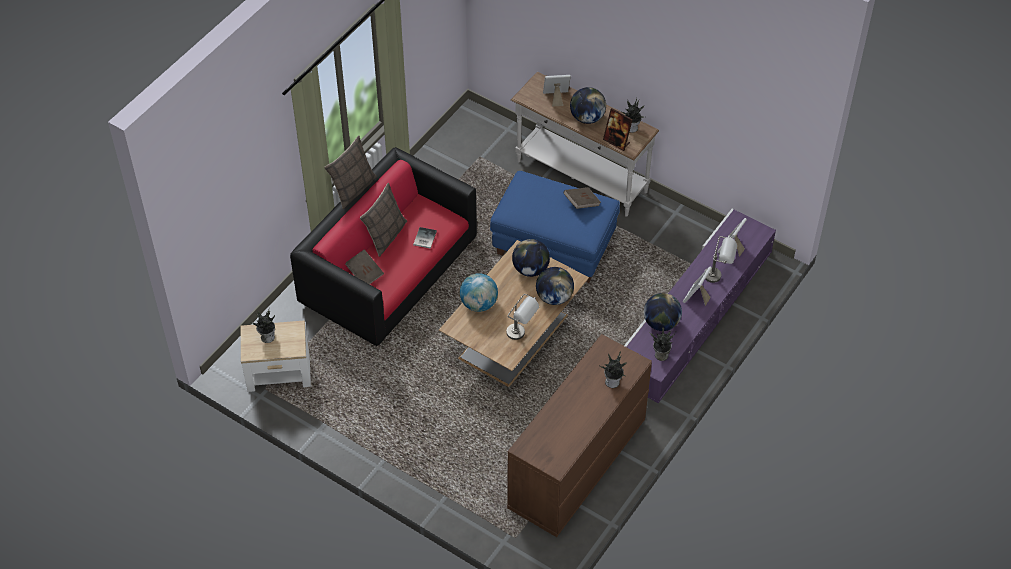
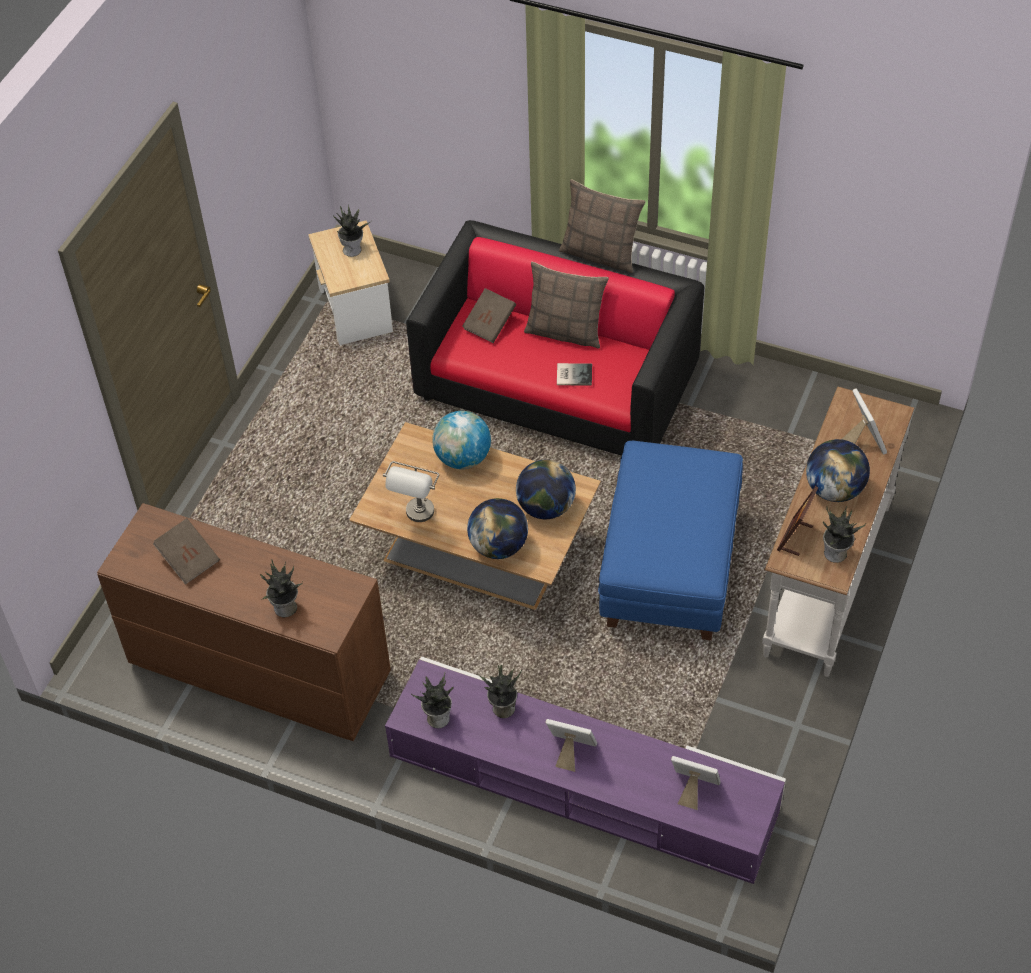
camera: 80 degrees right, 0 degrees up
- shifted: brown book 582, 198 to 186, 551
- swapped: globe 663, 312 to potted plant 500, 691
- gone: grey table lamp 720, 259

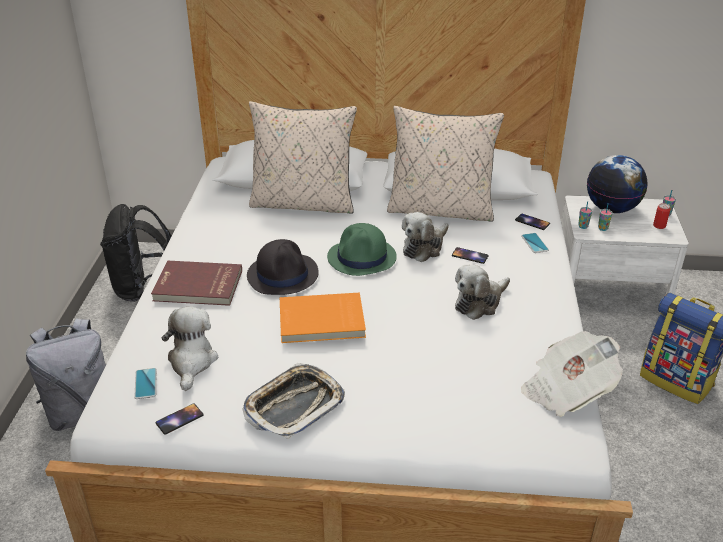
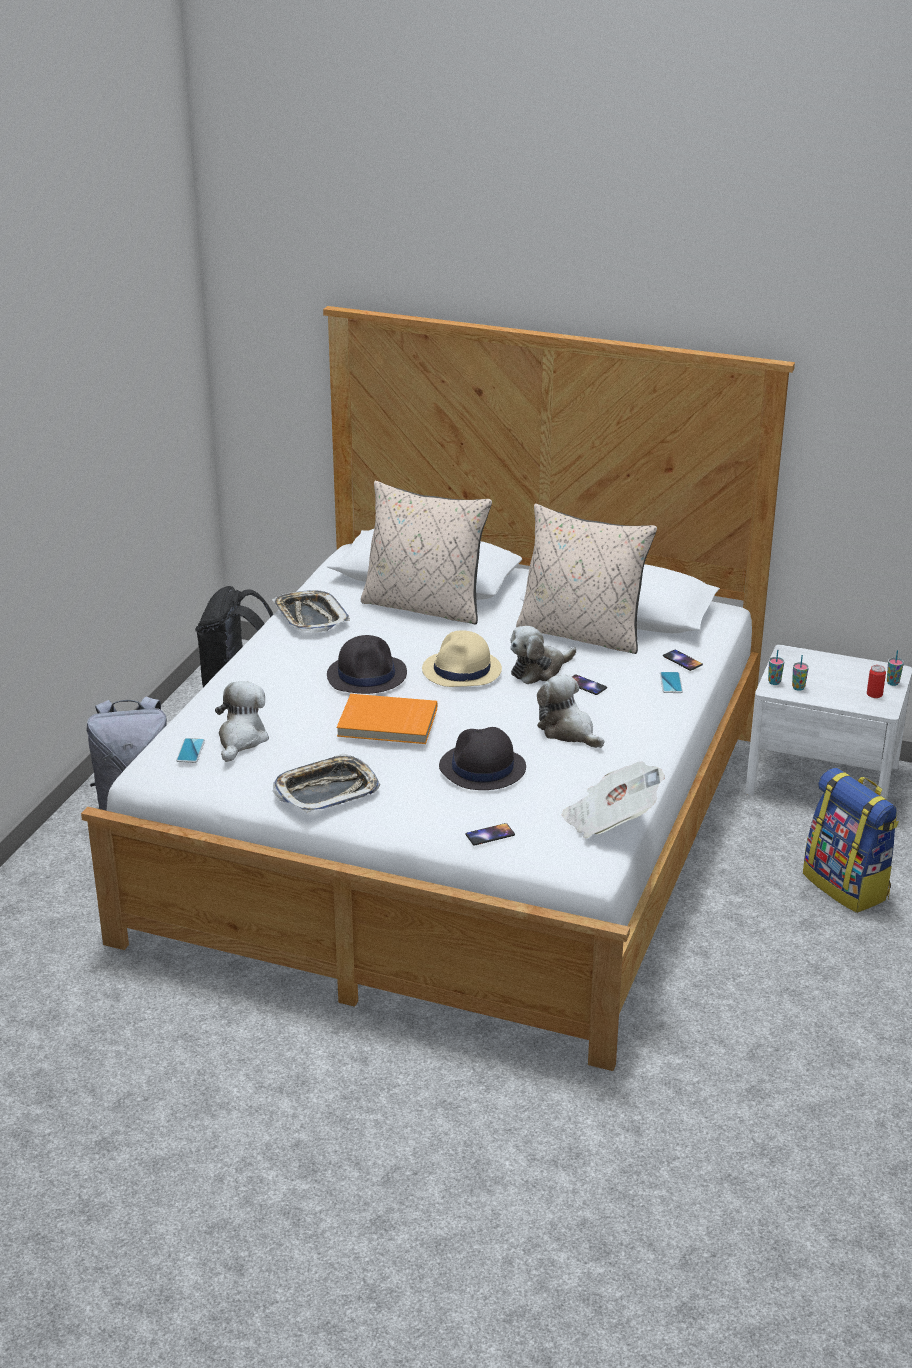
camera: 15 degrees right, 5 degrees down
- gone: red book 196, 283
- shifted: phone 179, 419 to 490, 834
- repainted: green hat 362, 249 to beige hat 462, 658
- rotated: plush toy 482, 292 = 570, 711 75 degrees clockwise
- gone: globe 617, 184
- new: tray 311, 611
- new: black hat 482, 758

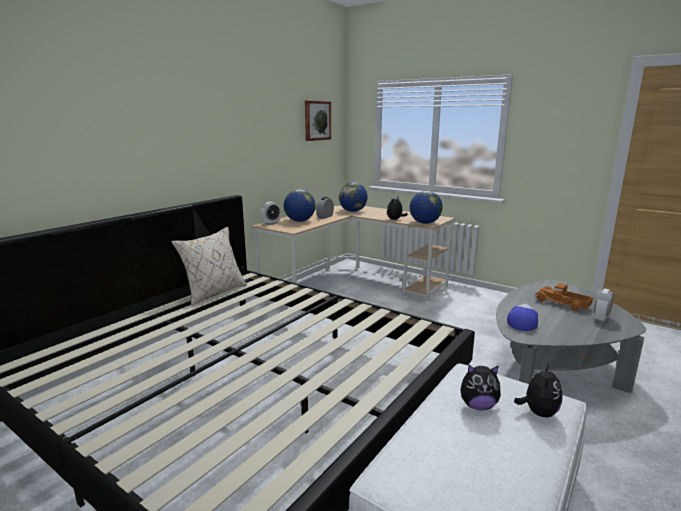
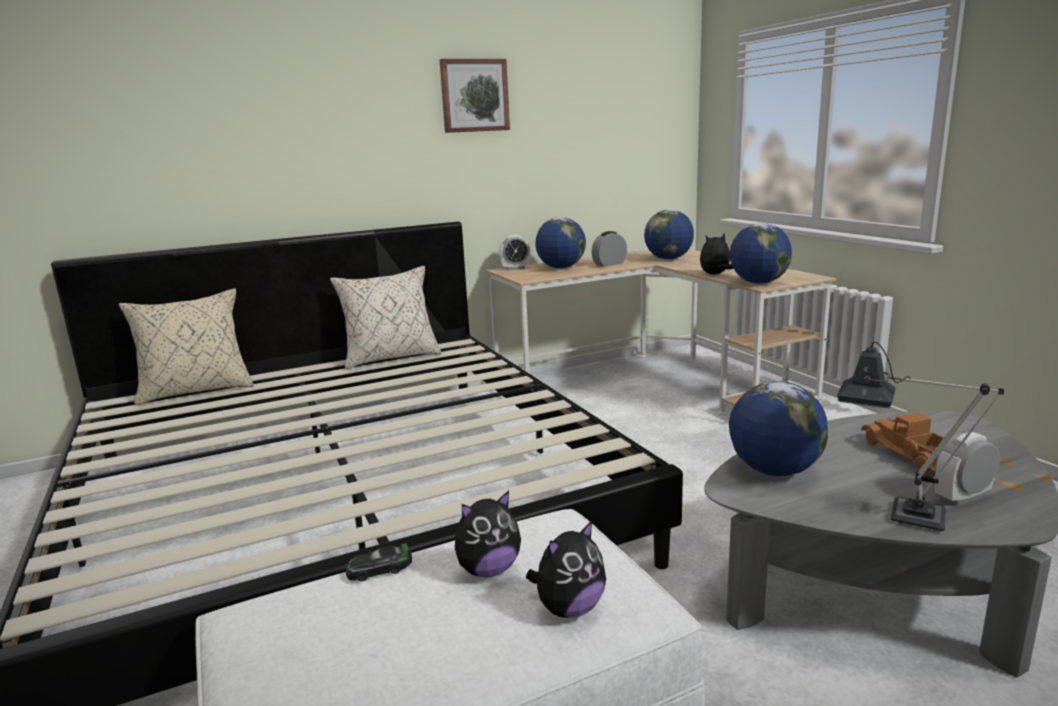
camera: 30 degrees right, 0 degrees up
- shifted: picture 318, 121 to 475, 96
- rotated: plush toy 481, 387 = 488, 534 60 degrees counterclockwise
- swapped: cap 522, 317 to globe 778, 428
- new: beige pillow 186, 346
- new: toy car 379, 562
- new: table lamp 920, 436

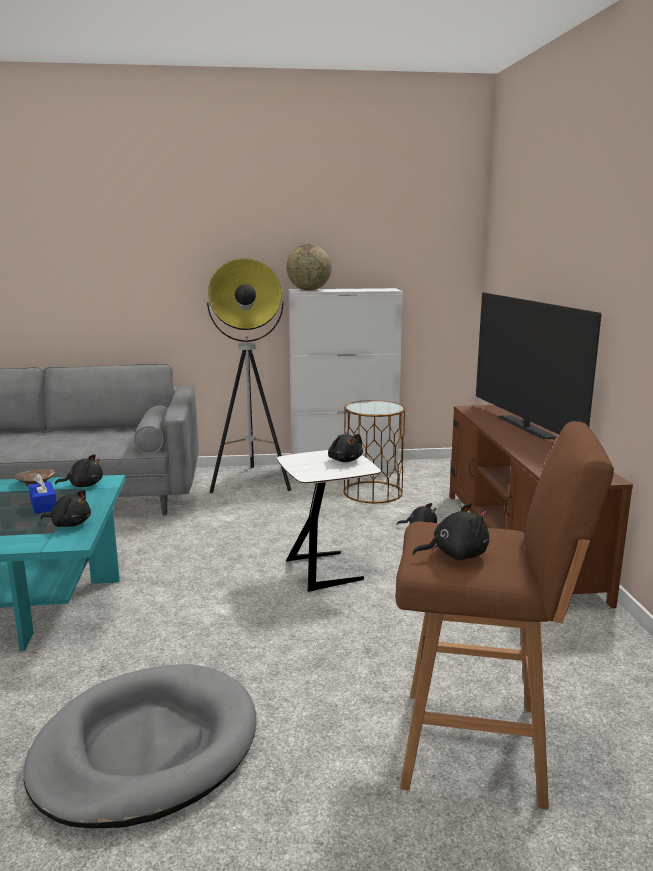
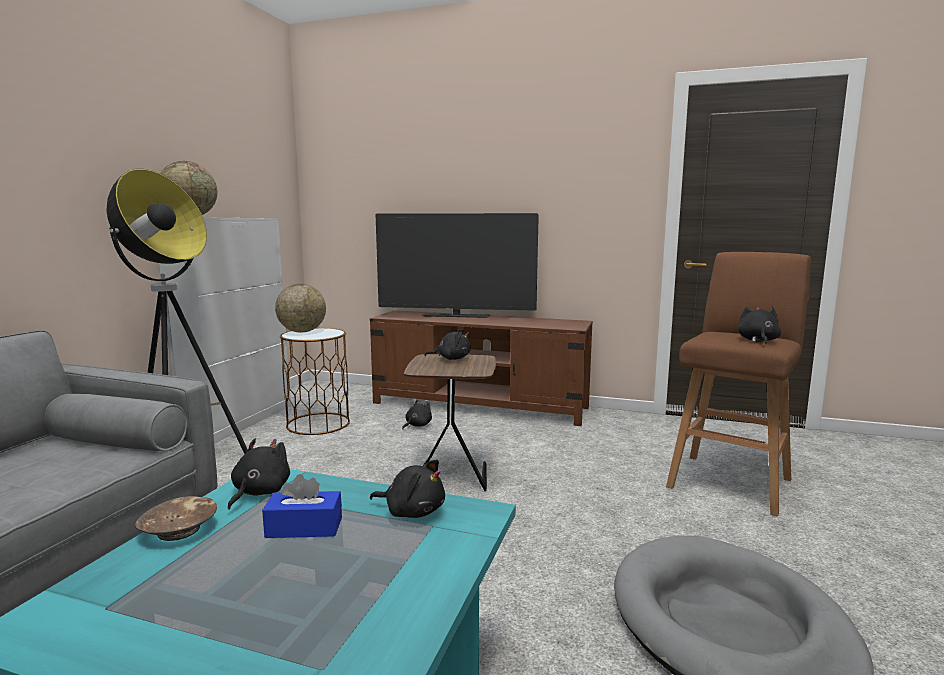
camera: 65 degrees left, 5 degrees down
- rotated: black plush toy 65, 508 = 407, 488 75 degrees clockwise
- repainted: white side table 329, 521 to brown side table 450, 422
- new: globe 300, 308

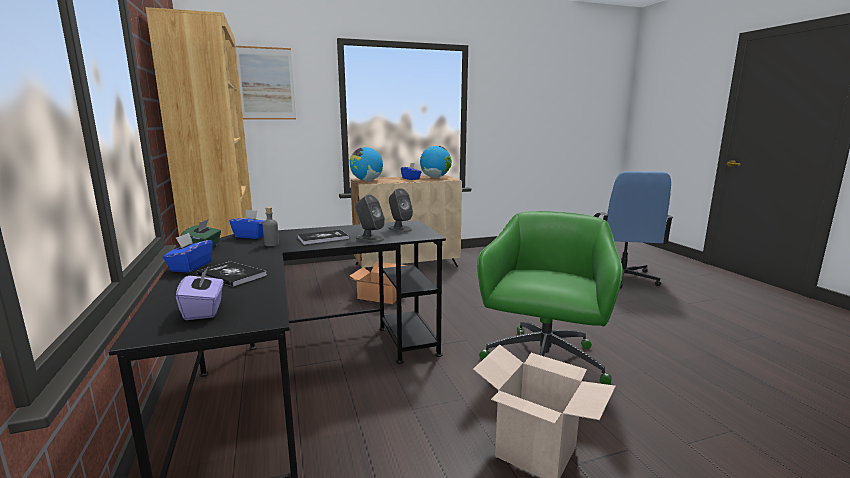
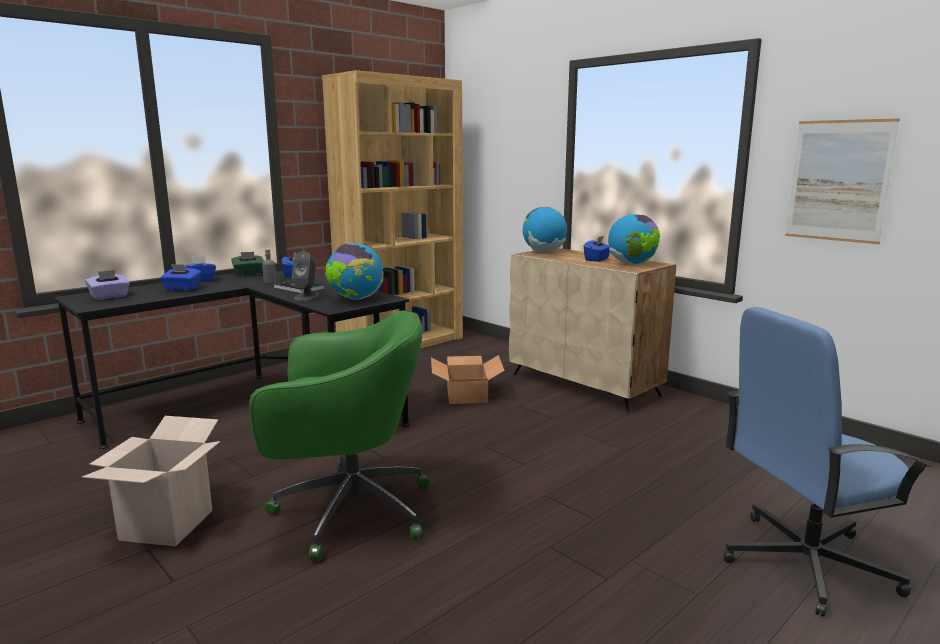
camera: 65 degrees right, 0 degrees up
- swapped: book 231, 274 to blue tissue box 180, 277
- shifted: picture 266, 82 to 842, 181
- swapped: grey speaker 400, 210 to globe 354, 271

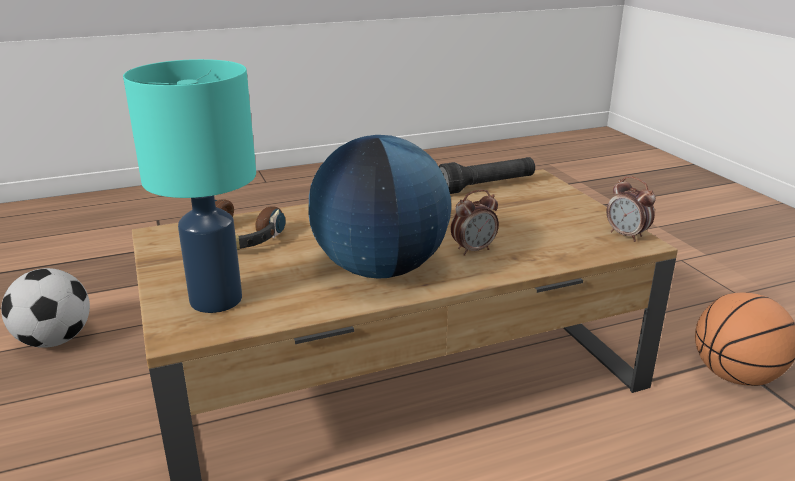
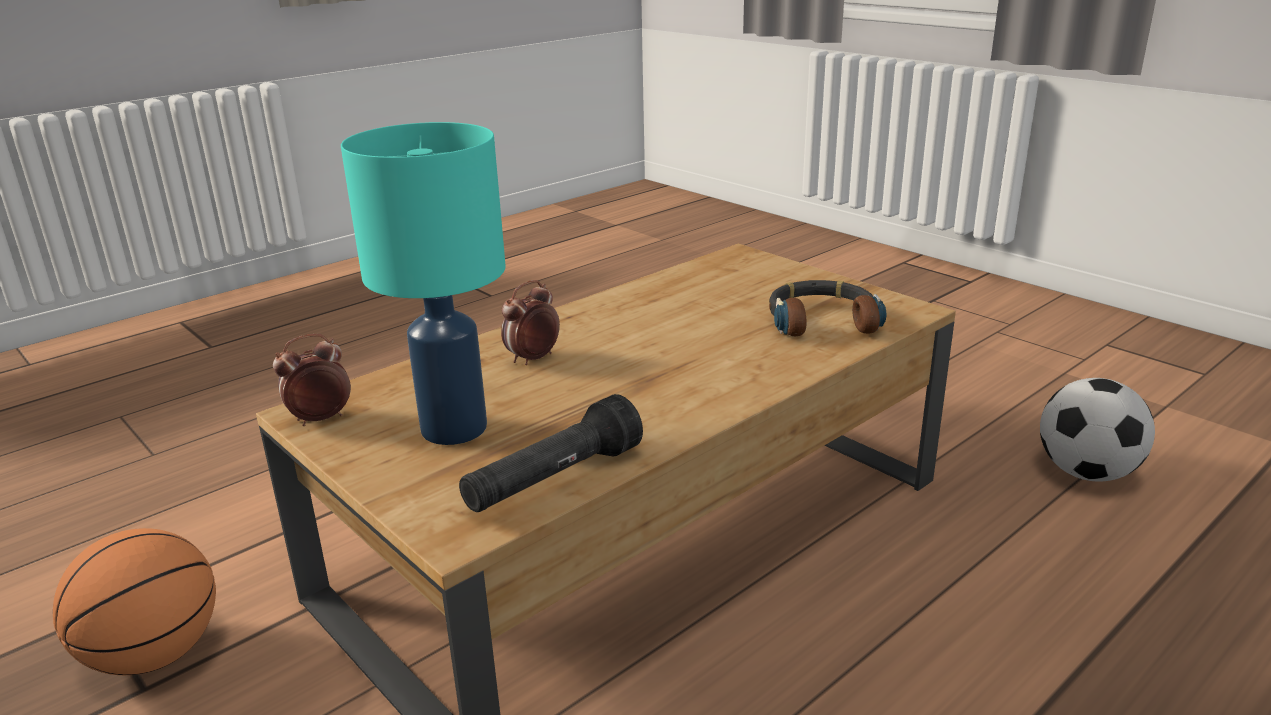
camera: 160 degrees right, 0 degrees up
- shifted: turquoise table lamp 189, 186 to 423, 283
- gone: globe 380, 207
- rotated: alarm clock 631, 209 = 312, 380 60 degrees counterclockwise

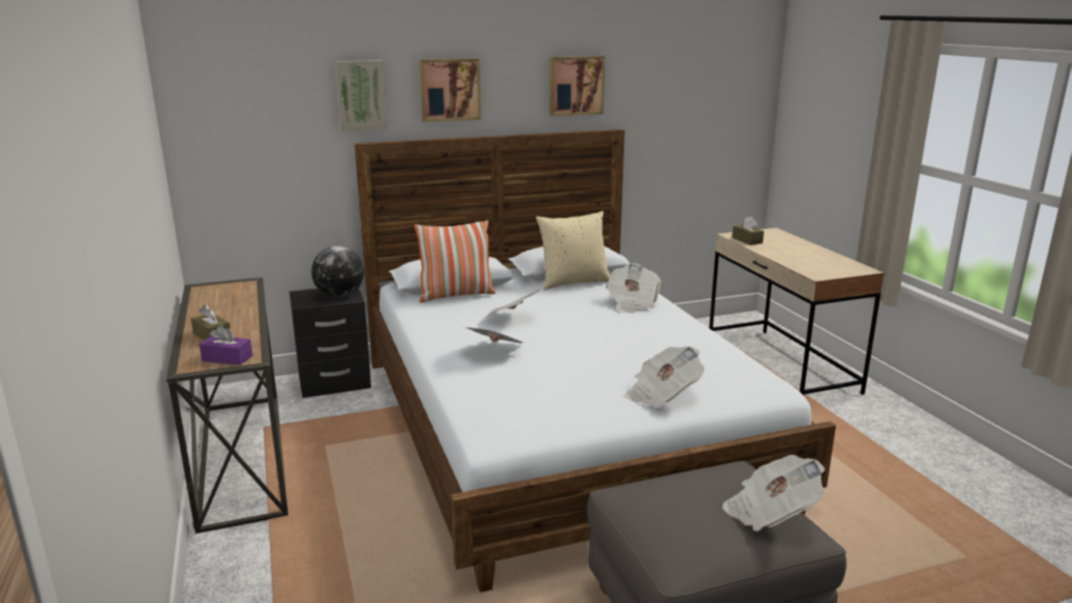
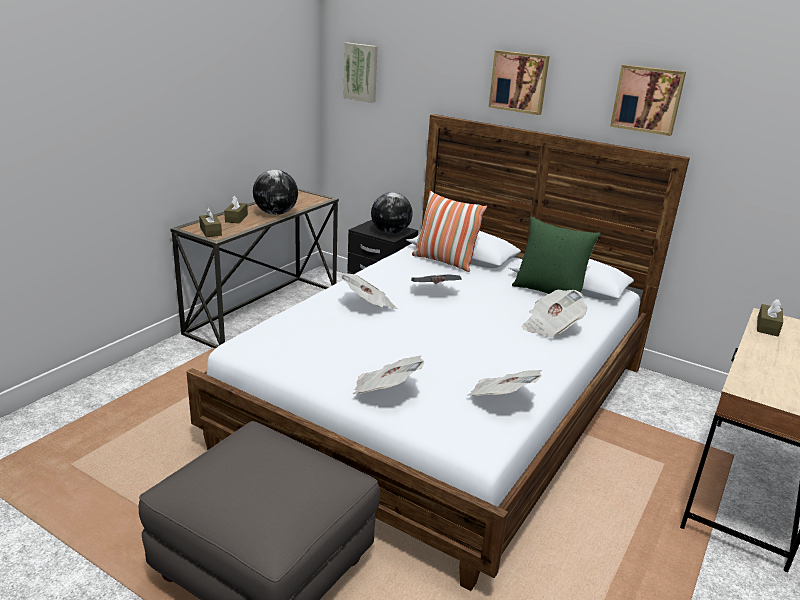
camera: 50 degrees right, 5 degrees up
- repainted: purple tissue box 226, 345 to brown tissue box 210, 222
- shifted: picture 361, 95 to 361, 73
- repainted: beige pillow 573, 250 to green pillow 556, 255
- shifted: newspaper 774, 493 to 504, 383
- new: globe 275, 192

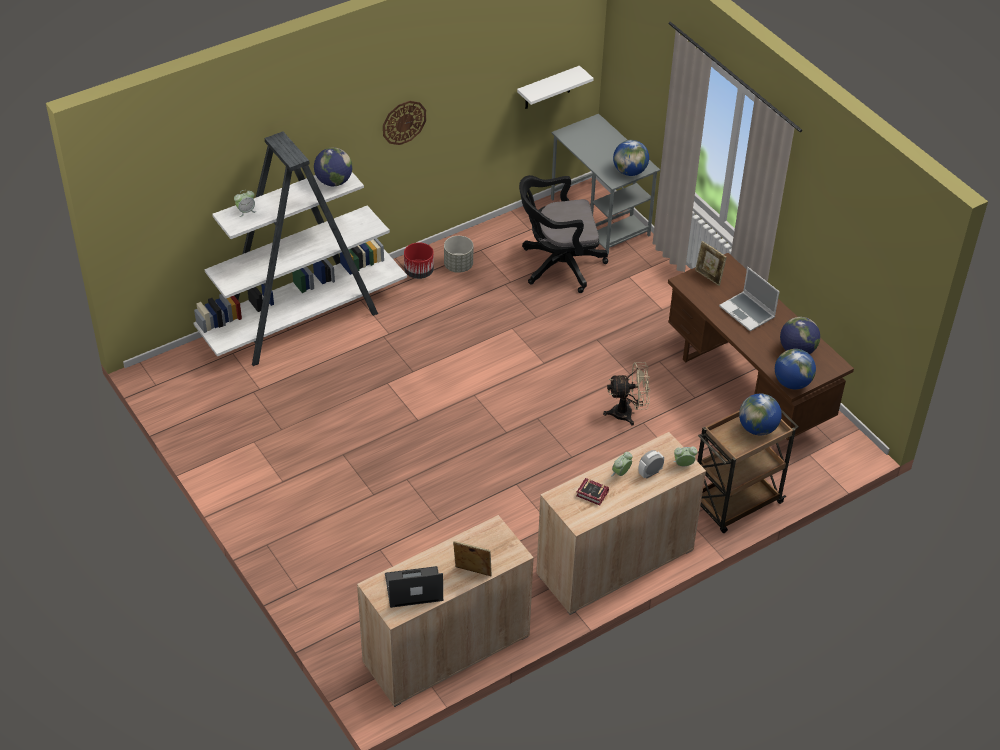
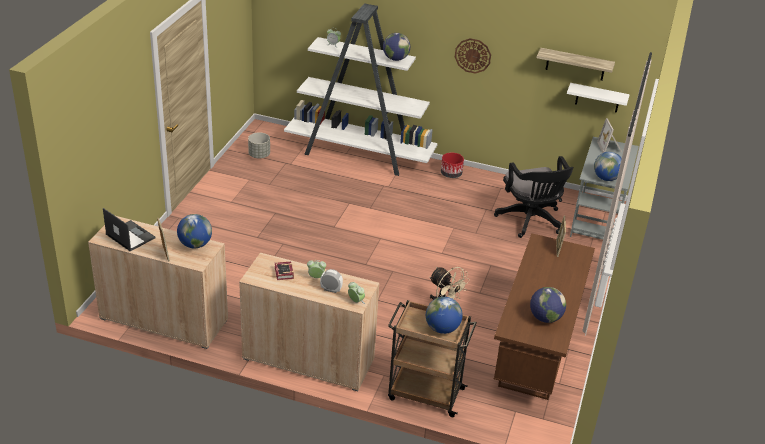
camera: 50 degrees right, 10 degrees down
- shifted: grey planter 458, 254 to 259, 145
- rotated: black office chair 563, 234 = 534, 197 150 degrees counterclockwise
- gone: laptop 749, 299
- shifted: globe 795, 369 to 194, 231
- new: shelf 576, 64
- new: picture frame 609, 135

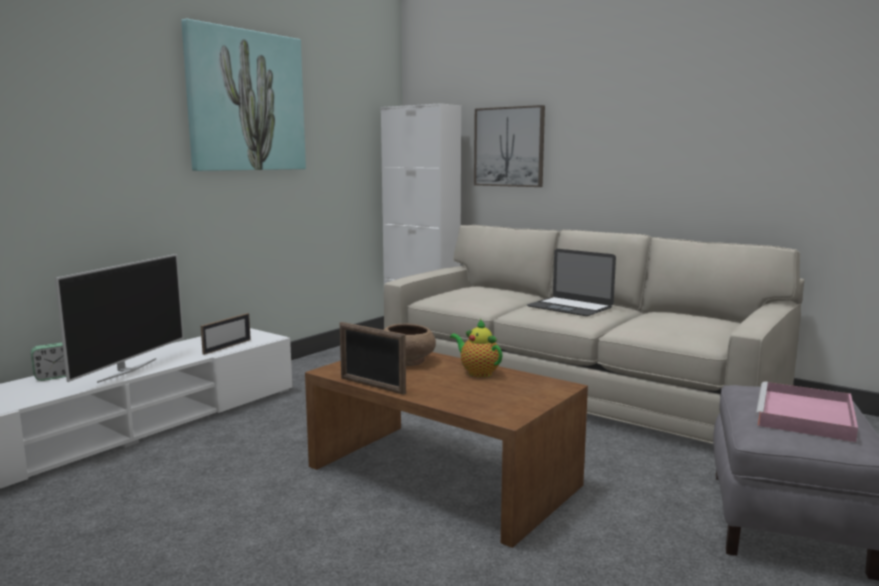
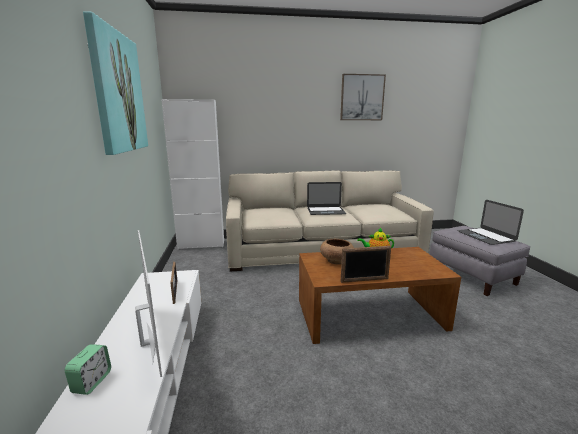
camera: 45 degrees left, 5 degrees up
- shifted: picture 509, 146 to 363, 97
- swapped: pink tray 807, 412 to laptop 491, 222

